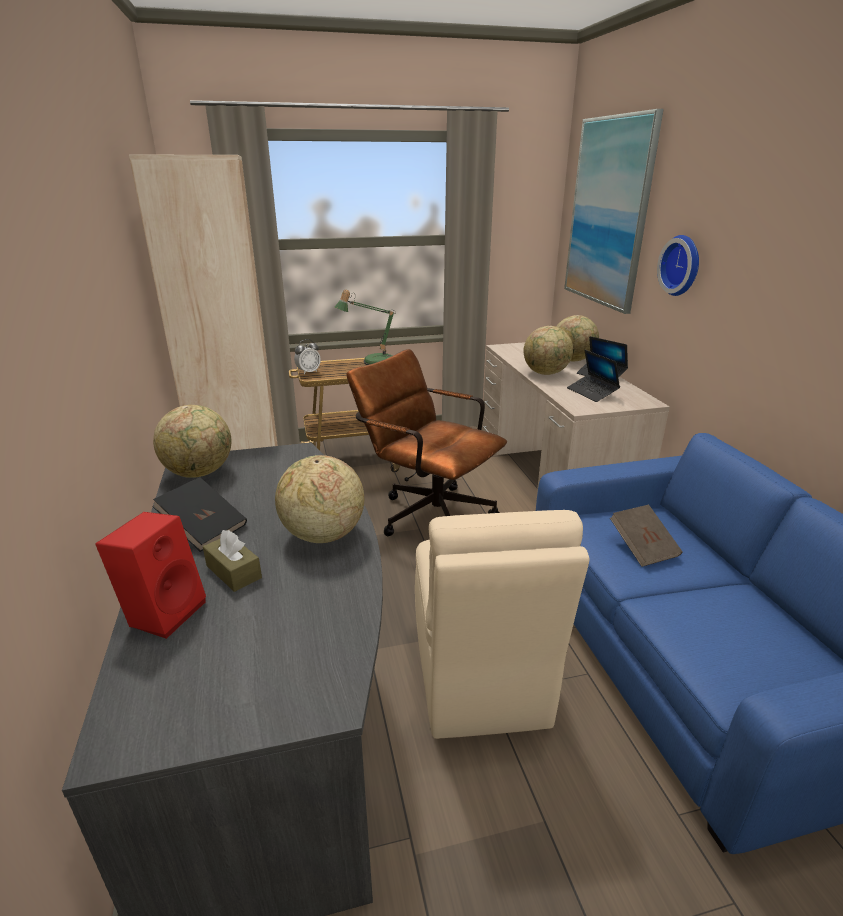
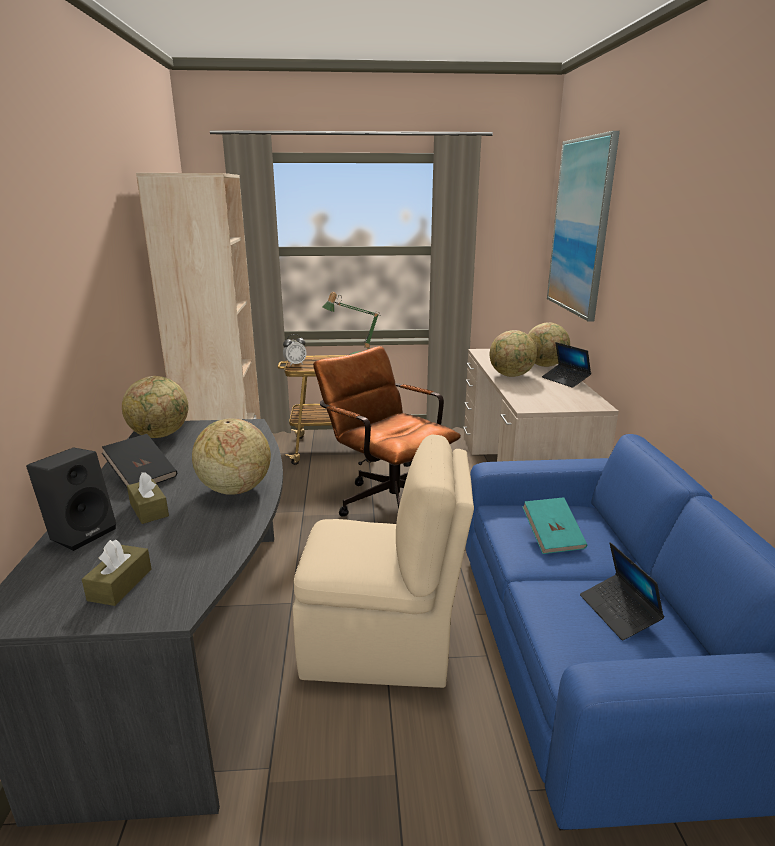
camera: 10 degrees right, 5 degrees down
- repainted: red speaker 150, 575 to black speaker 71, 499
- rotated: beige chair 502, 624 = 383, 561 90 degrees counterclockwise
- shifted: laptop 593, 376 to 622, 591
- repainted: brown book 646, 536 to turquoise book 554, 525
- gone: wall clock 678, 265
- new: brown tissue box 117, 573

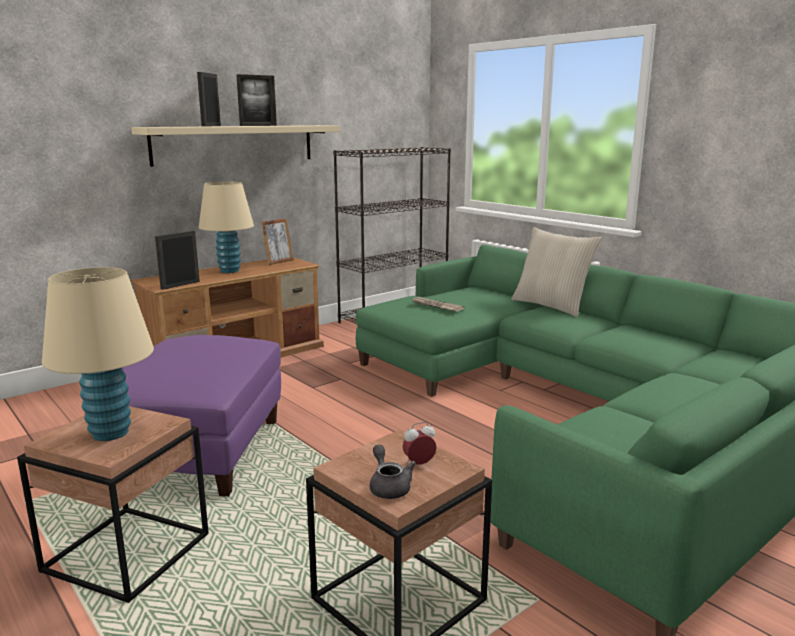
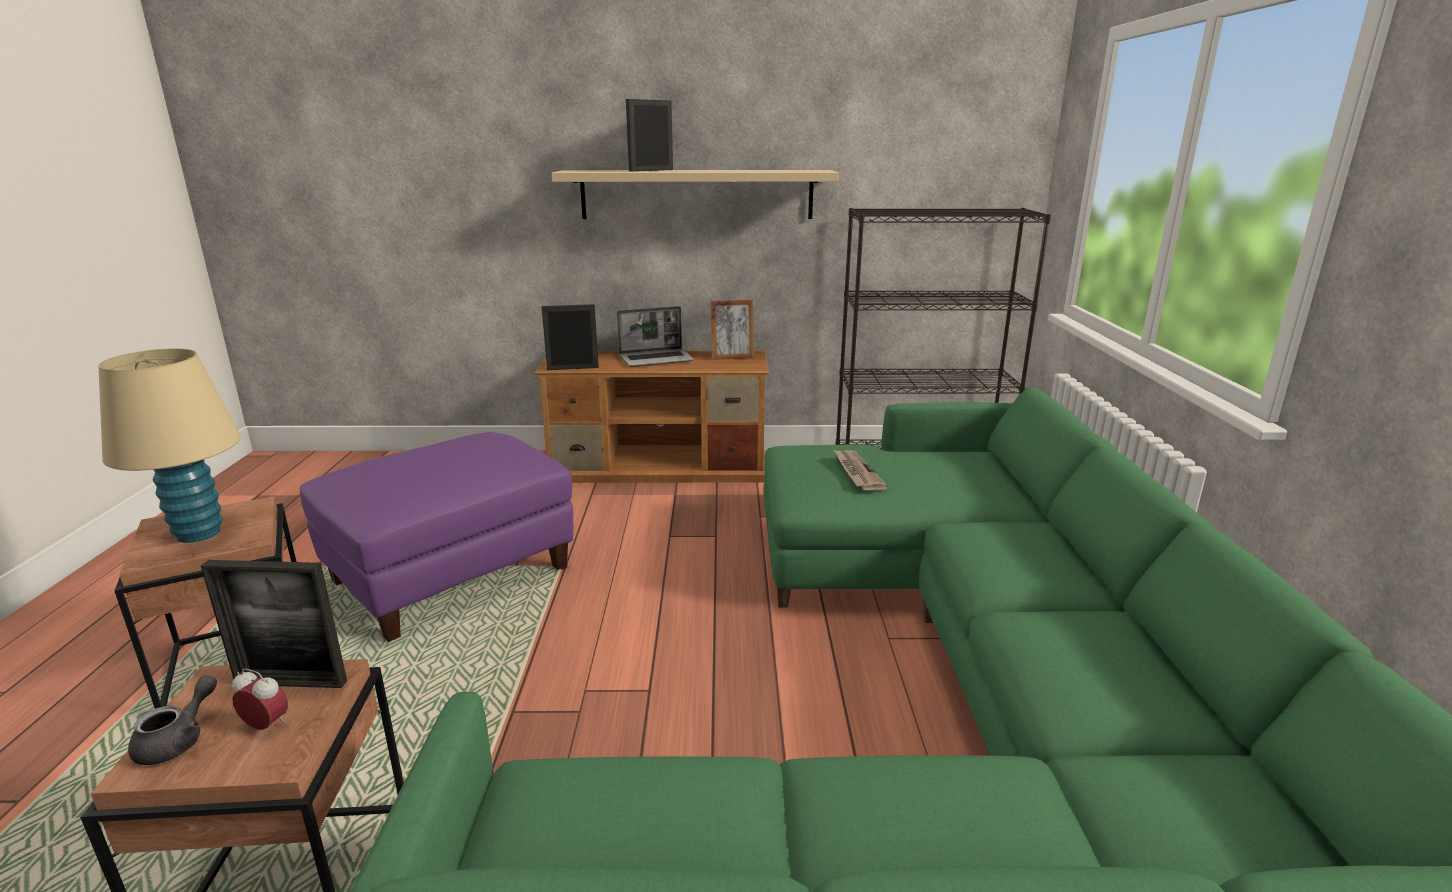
camera: 40 degrees right, 5 degrees up
- swapped: beige table lamp 226, 227 to laptop 655, 336
- shifted: picture frame 256, 100 to 274, 624
- gone: beige pillow 556, 272

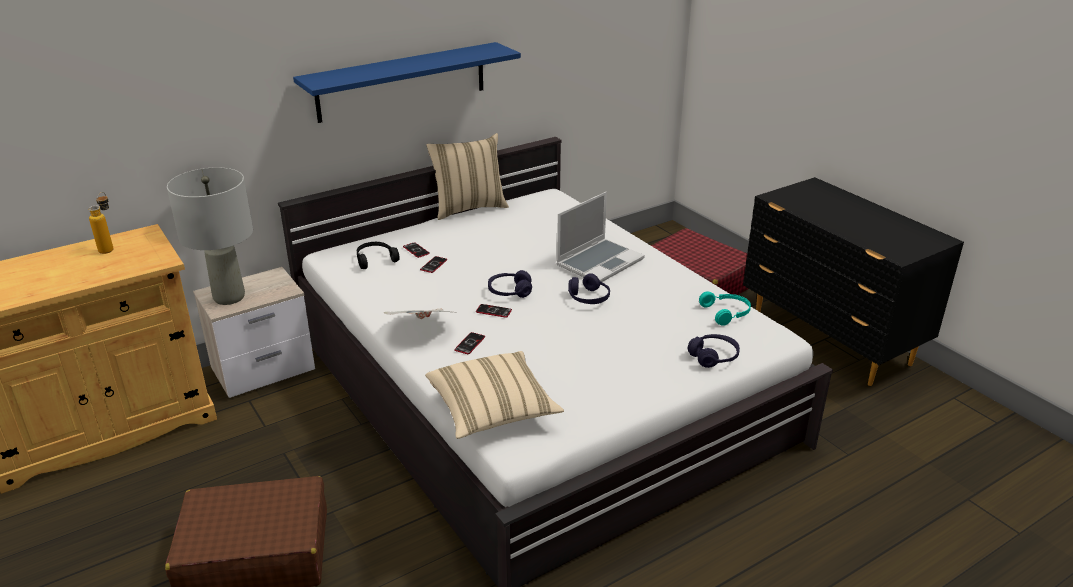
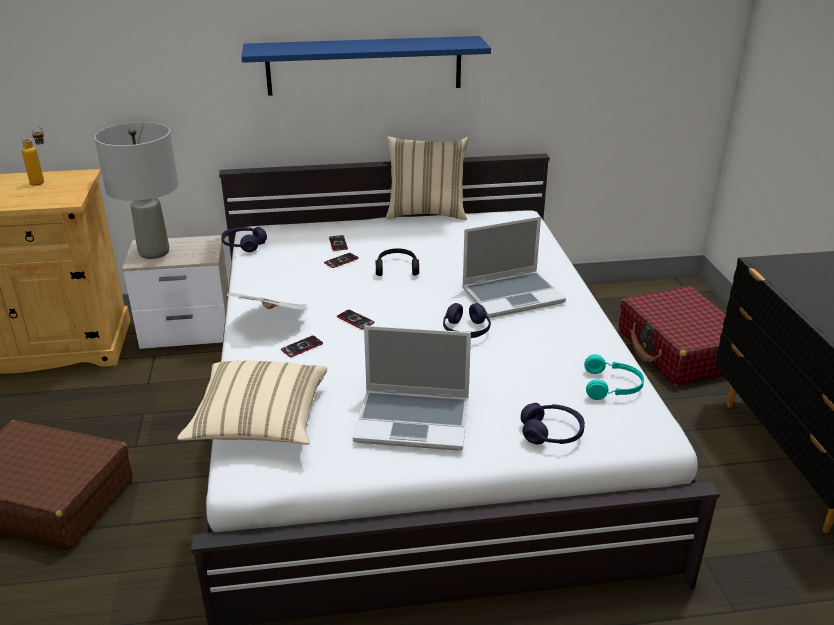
camera: 25 degrees right, 0 degrees up
- shifted: black headphones 378, 255 to 397, 262
- shifted: purple headphones 510, 284 to 244, 239
- new: laptop 412, 388

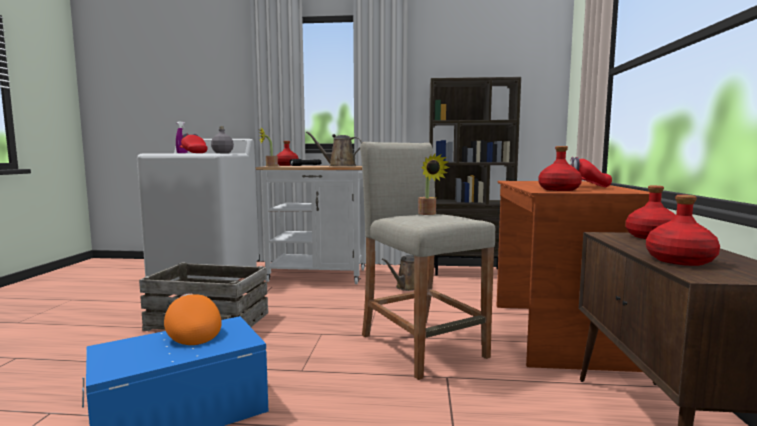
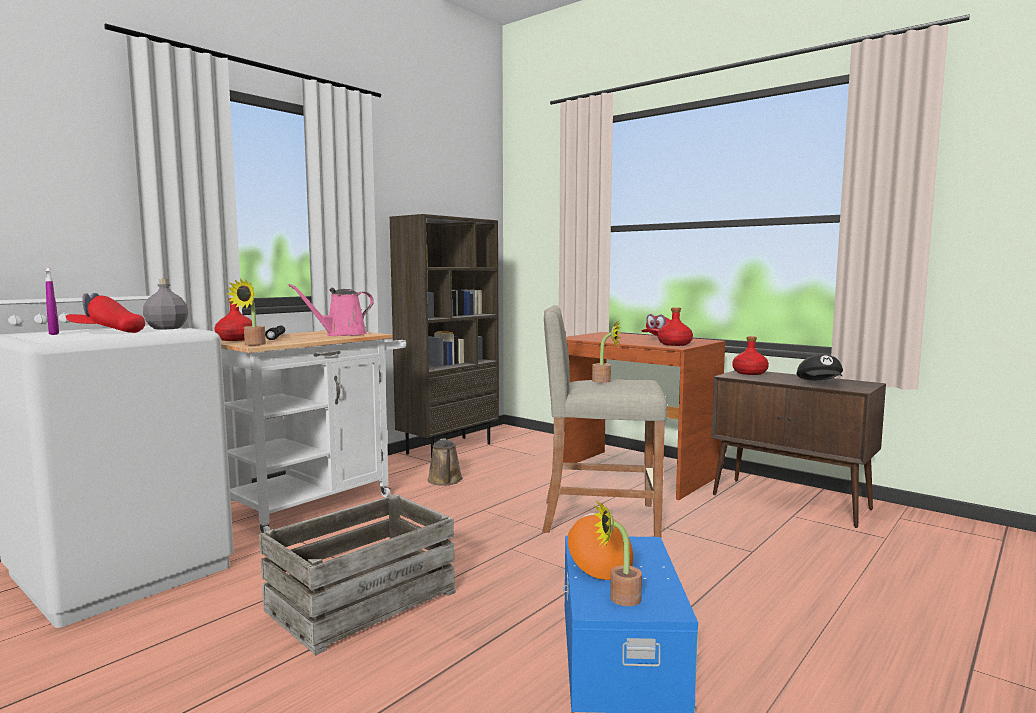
camera: 55 degrees left, 0 degrees up
- rotated: orange cap 193, 319 = 600, 546 75 degrees clockwise
- repainted: brown watering can 334, 149 to pink watering can 331, 310
- swapped: red bottle 683, 230 to black cap 820, 367
- new: potted plant 618, 553

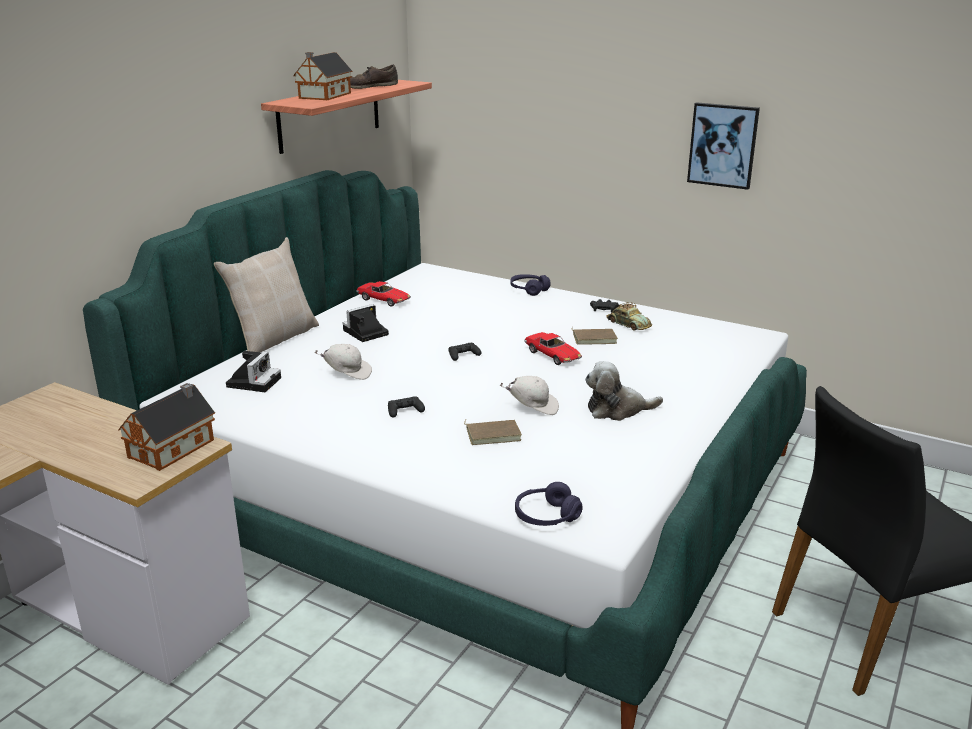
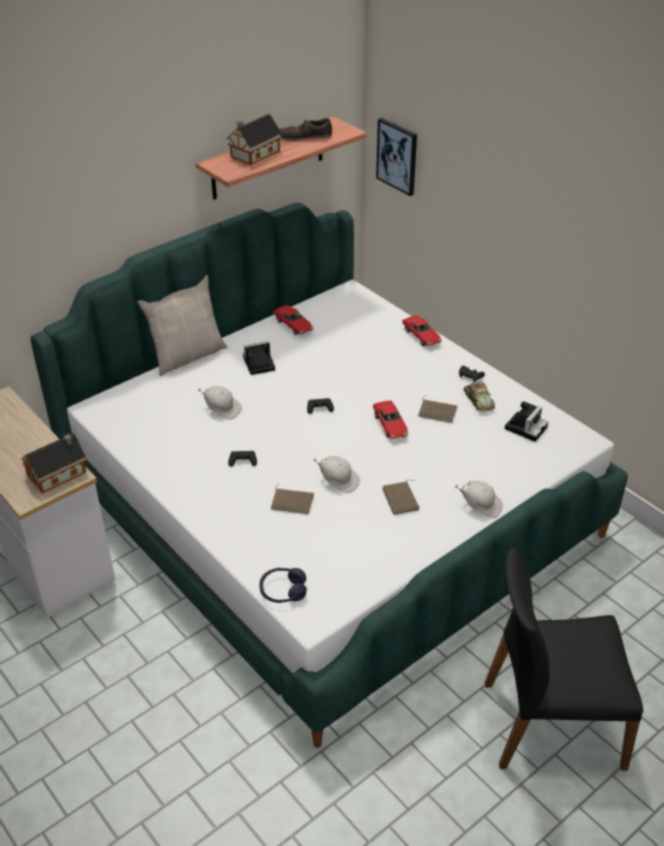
camera: 20 degrees right, 15 degrees up
- shifted: photo camera 253, 371 to 526, 421
- swapped: purple headphones 530, 285 to toy car 422, 330
- swapped: plush toy 624, 391 to brown book 401, 497
- shifted: picture 723, 146 to 396, 157
- new: white cap 479, 499

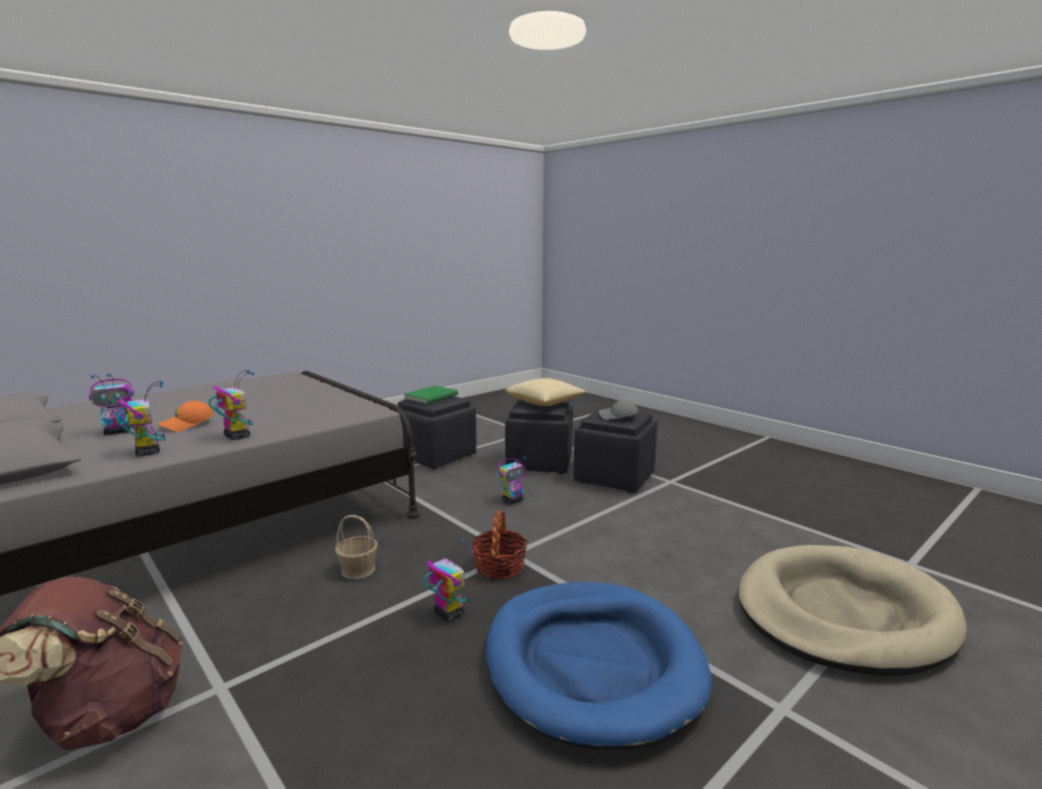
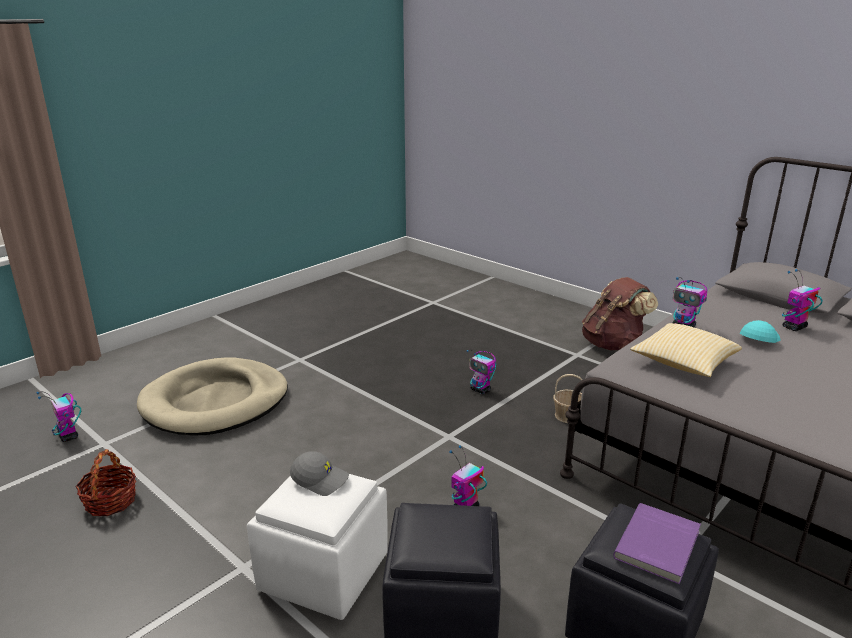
camera: 175 degrees right, 10 degrees up
- shifted: toy robot 140, 418 to 58, 416
- repainted: orange cap 186, 416 to turquoise cap 760, 331
- repainted: green book 431, 395 to purple book 657, 543
- shifted: basket 499, 544 to 105, 482
- gone: blue dog bed 599, 666
- shifted: pillow 545, 392 to 686, 350
- repainted: black ottoman 615, 450 to white ottoman 317, 547

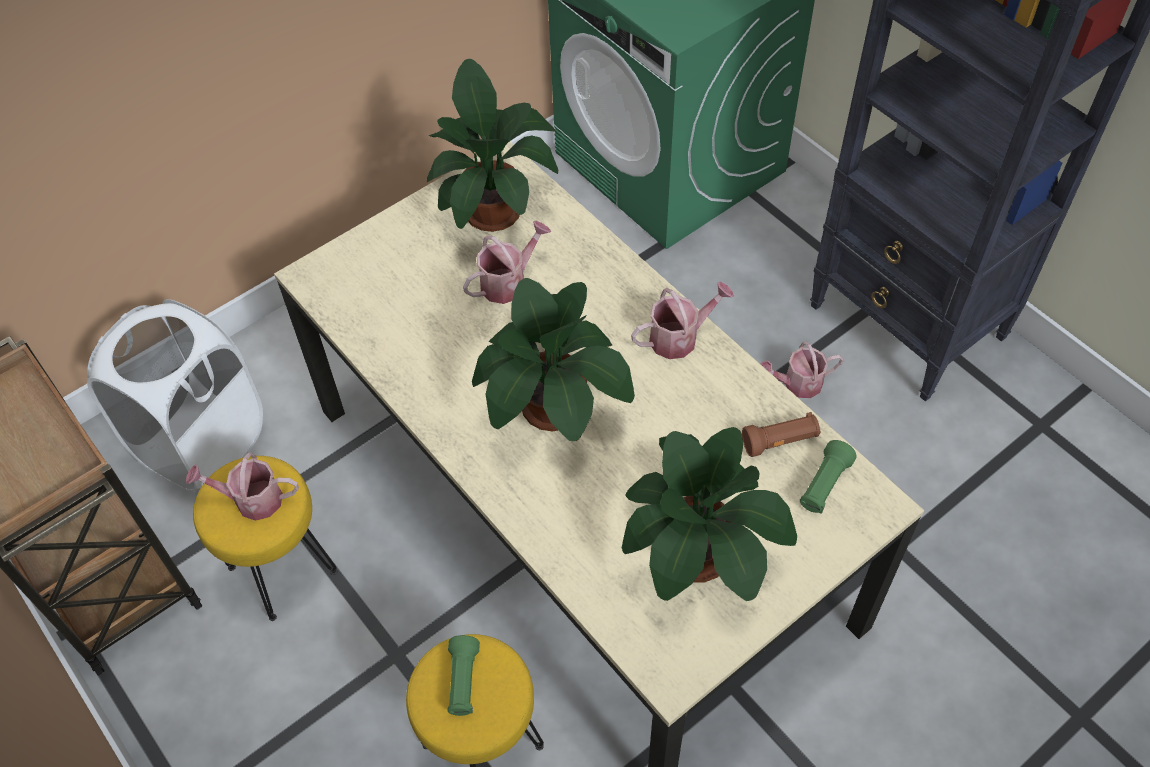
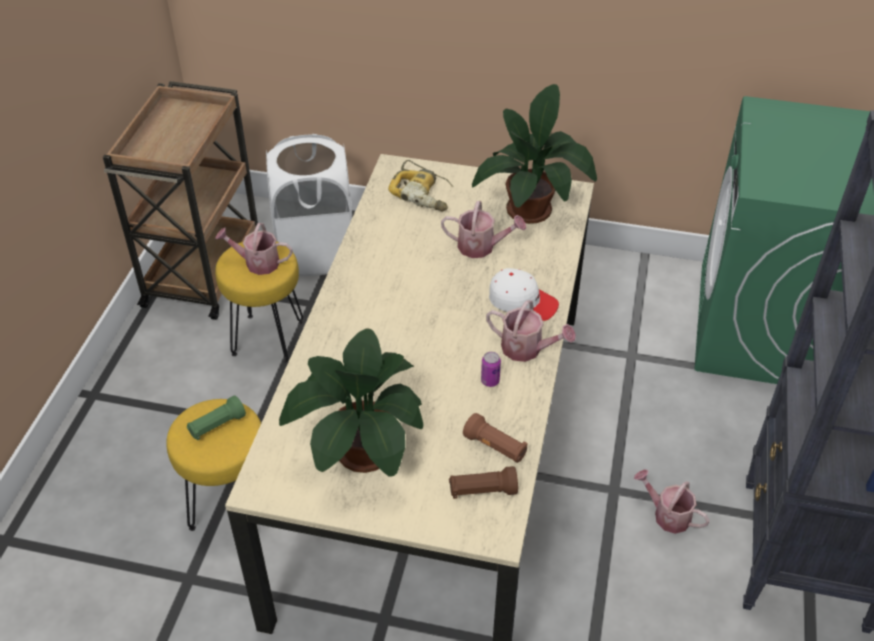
camera: 50 degrees right, 10 degrees down
- rotated: watering can 242, 486 = 253, 249 45 degrees counterclockwise
- gone: potted plant 553, 359
- repainted: green flashlight 828, 477 to brown flashlight 483, 482
- new: power drill 421, 185
- new: can 491, 369
- new: white cap 524, 294

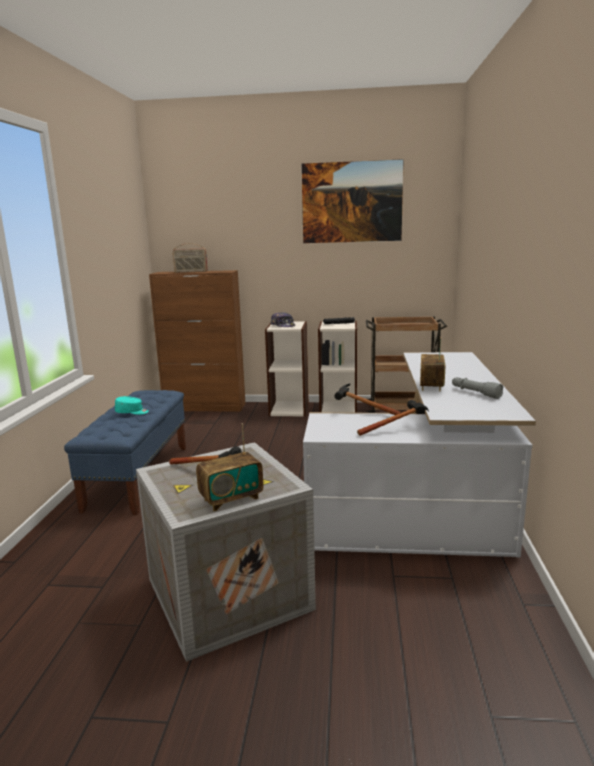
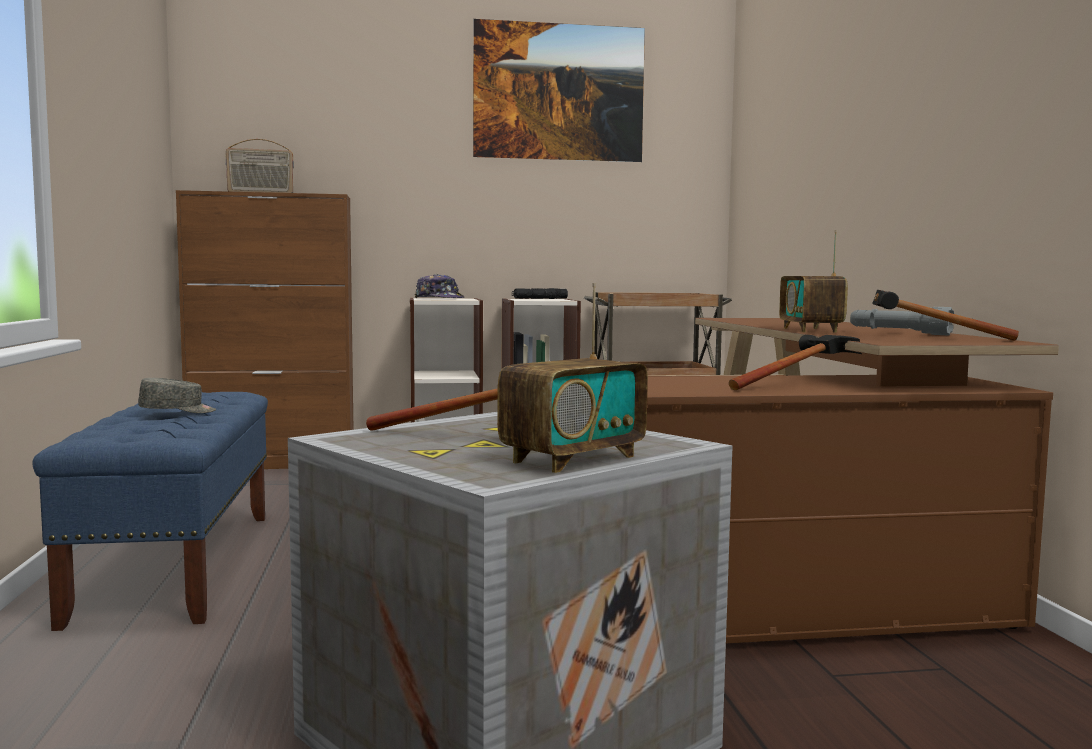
camera: 15 degrees left, 10 degrees down
- repainted: turquoise cap 132, 405 to grey cap 177, 395
- repainted: white desk 419, 455 to brown desk 852, 480
- shifted: hammer 367, 399 to 945, 315

